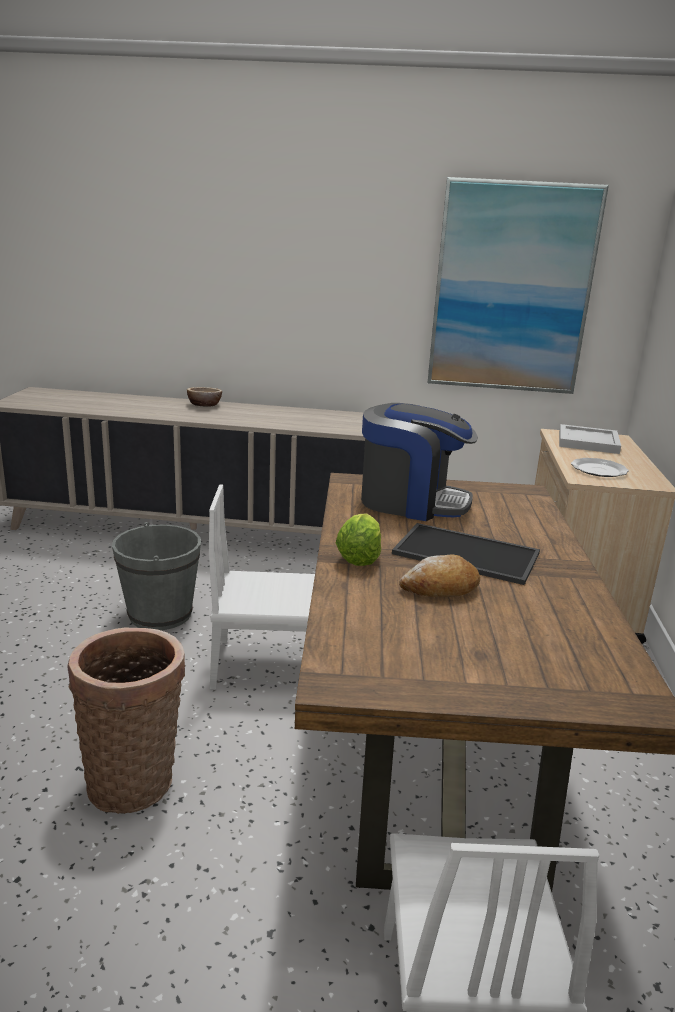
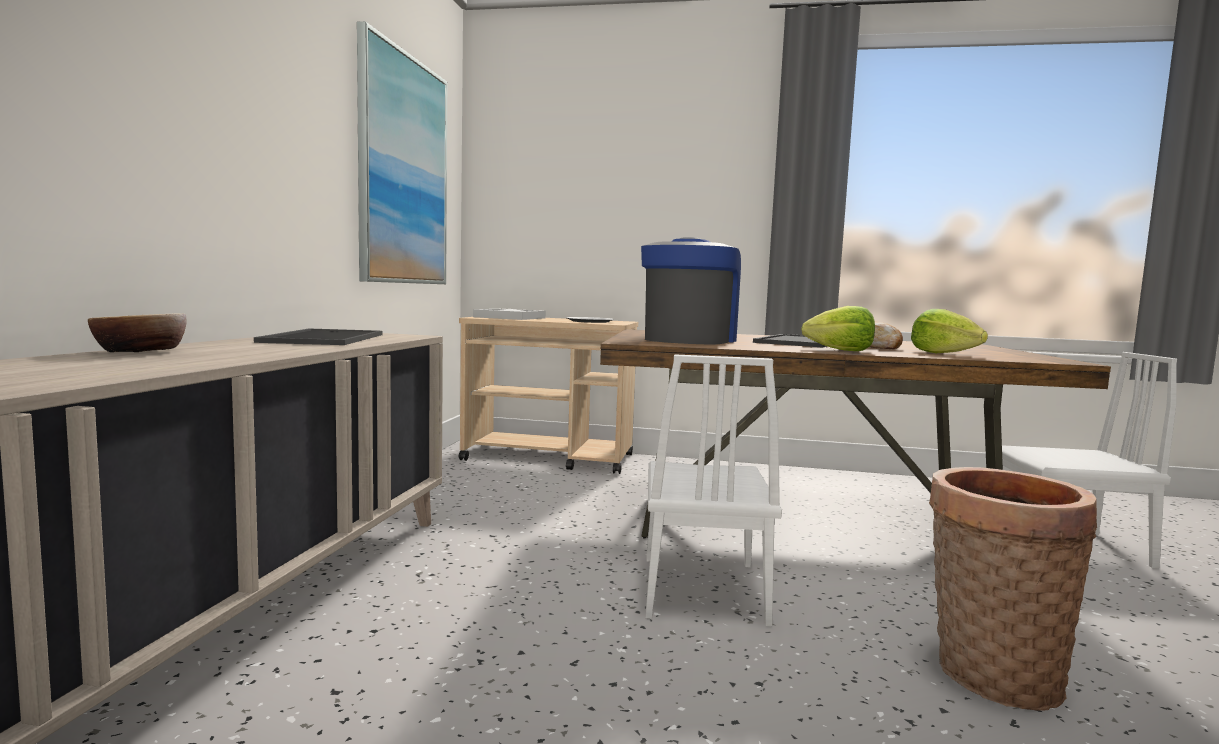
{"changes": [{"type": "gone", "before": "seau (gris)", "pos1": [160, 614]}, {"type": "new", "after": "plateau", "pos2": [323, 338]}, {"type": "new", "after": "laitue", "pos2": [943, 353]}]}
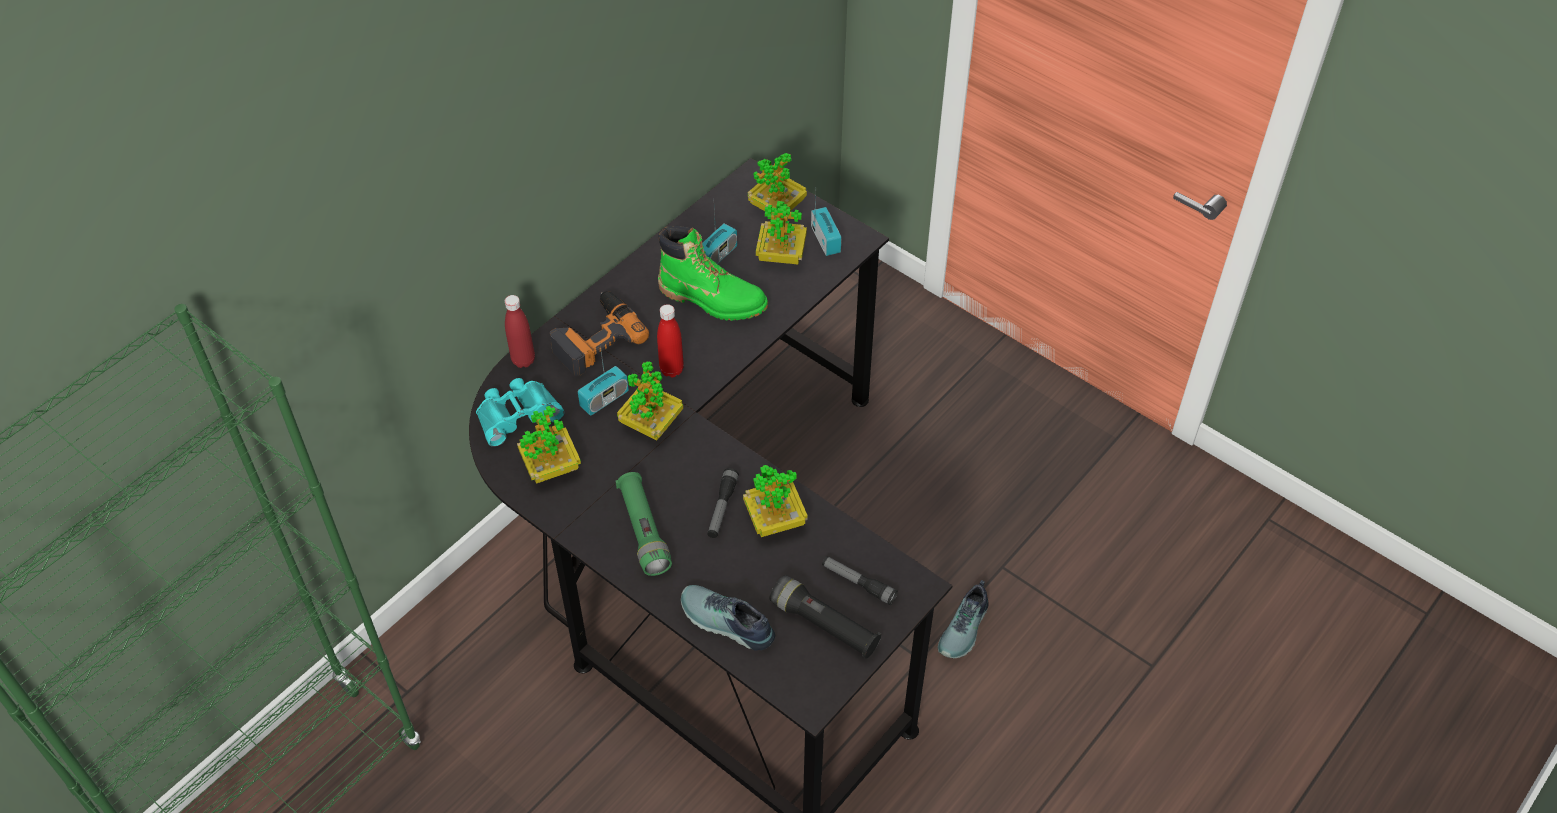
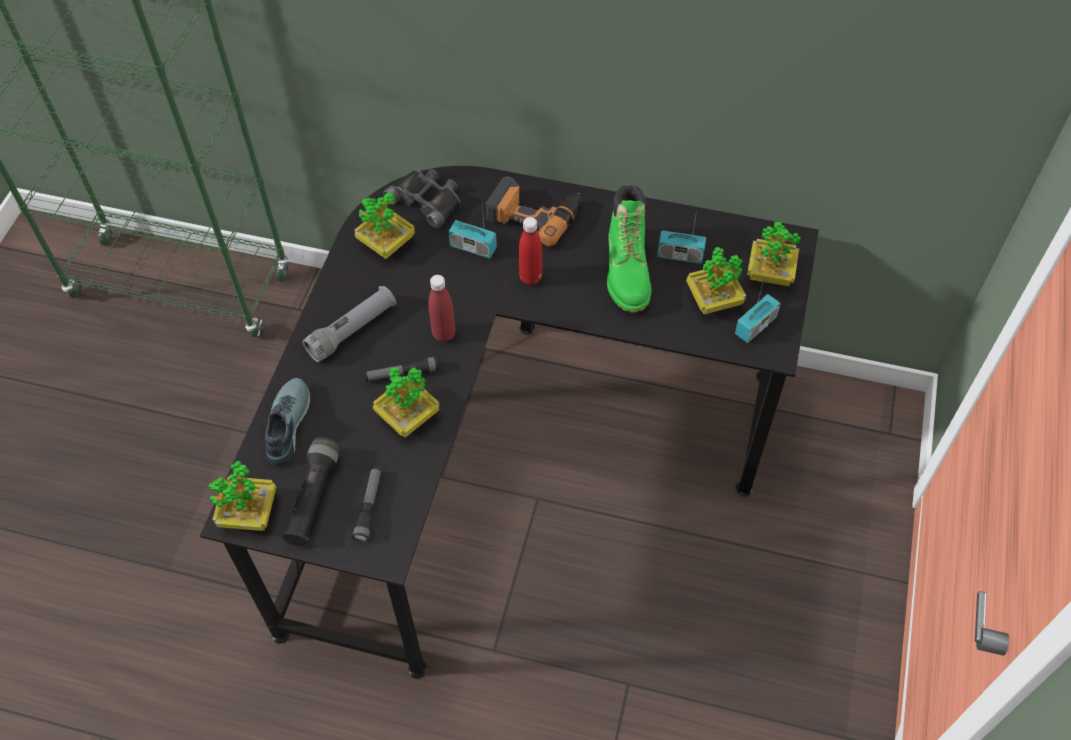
{"changes": [{"type": "repainted", "before": "jumelles (turquoise)", "after": "jumelles (noir)", "pos1": [516, 414], "pos2": [427, 200]}, {"type": "shifted", "before": "bouteille (rouge)", "pos1": [523, 360], "pos2": [444, 334]}, {"type": "repainted", "before": "lampe de poche (vert)", "after": "lampe de poche (gris)", "pos1": [644, 531], "pos2": [352, 331]}, {"type": "shifted", "before": "plante en pot", "pos1": [651, 423], "pos2": [249, 513]}, {"type": "gone", "before": "chaussure", "pos1": [965, 628]}]}
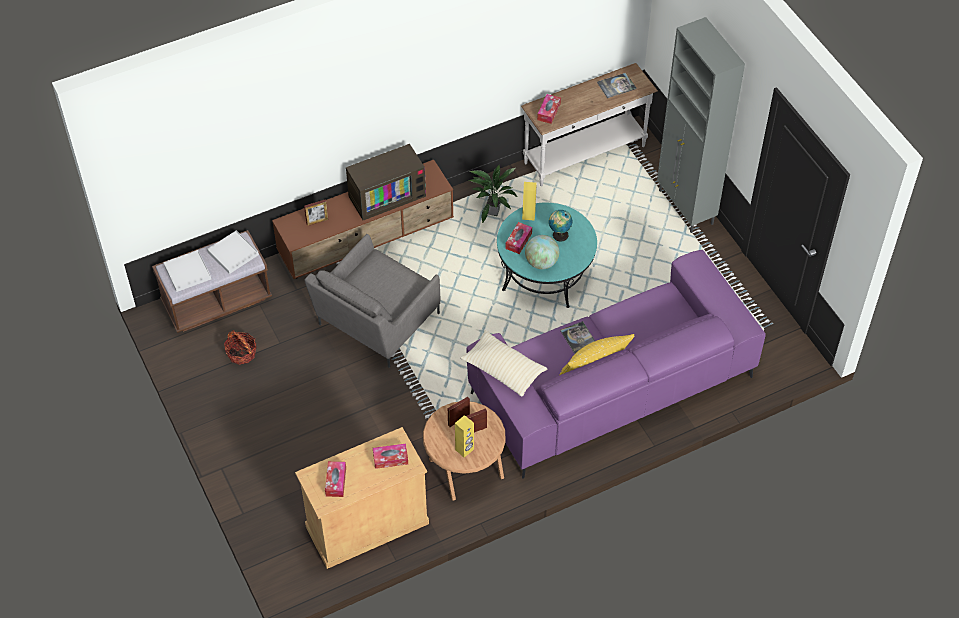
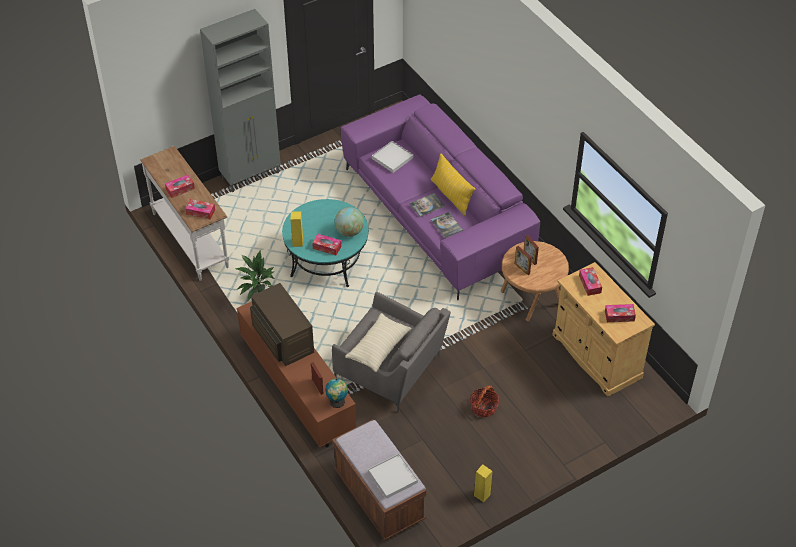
{"changes": [{"type": "shifted", "before": "plateau (blanc)", "pos1": [233, 253], "pos2": [392, 158]}, {"type": "shifted", "before": "panier", "pos1": [241, 353], "pos2": [483, 407]}, {"type": "shifted", "before": "enceinte (jaune)", "pos1": [464, 449], "pos2": [482, 495]}, {"type": "shifted", "before": "coussin (beige)", "pos1": [503, 369], "pos2": [378, 348]}, {"type": "shifted", "before": "globe", "pos1": [559, 235], "pos2": [337, 402]}, {"type": "shifted", "before": "livre", "pos1": [616, 86], "pos2": [446, 225]}, {"type": "new", "after": "boîte à mouchoirs", "pos2": [180, 189]}]}
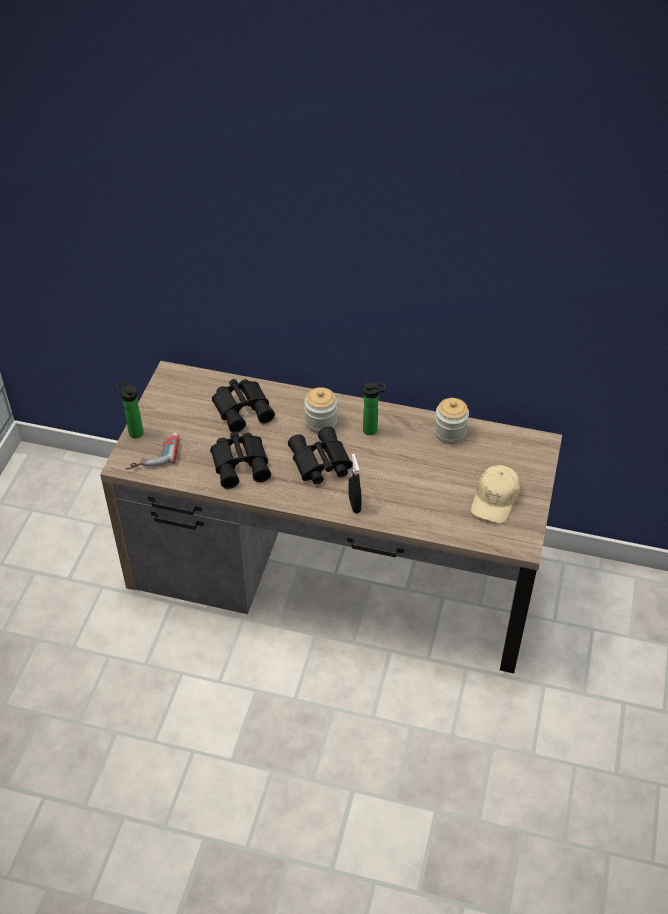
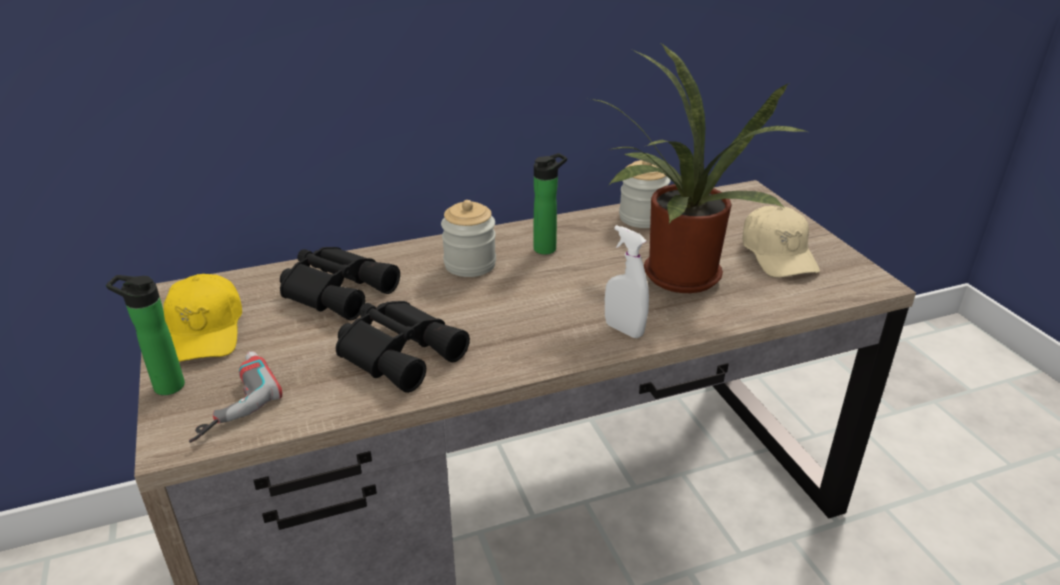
{"changes": [{"type": "gone", "before": "jumelles (noir)", "pos1": [319, 463]}, {"type": "repainted", "before": "vaporisateur (noir)", "after": "vaporisateur (blanc)", "pos1": [354, 504], "pos2": [624, 330]}, {"type": "new", "after": "casquette (jaune)", "pos2": [205, 331]}, {"type": "new", "after": "plante en pot", "pos2": [675, 279]}]}
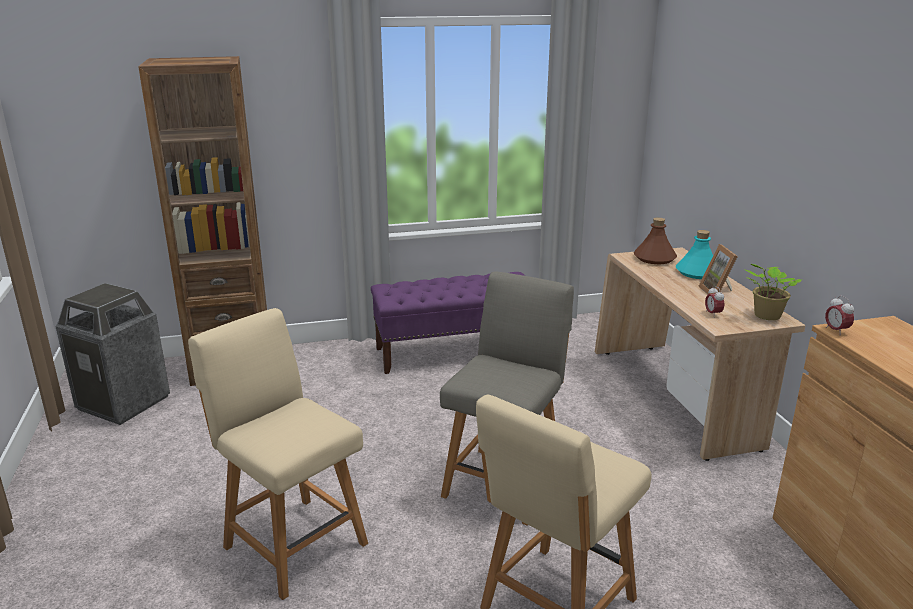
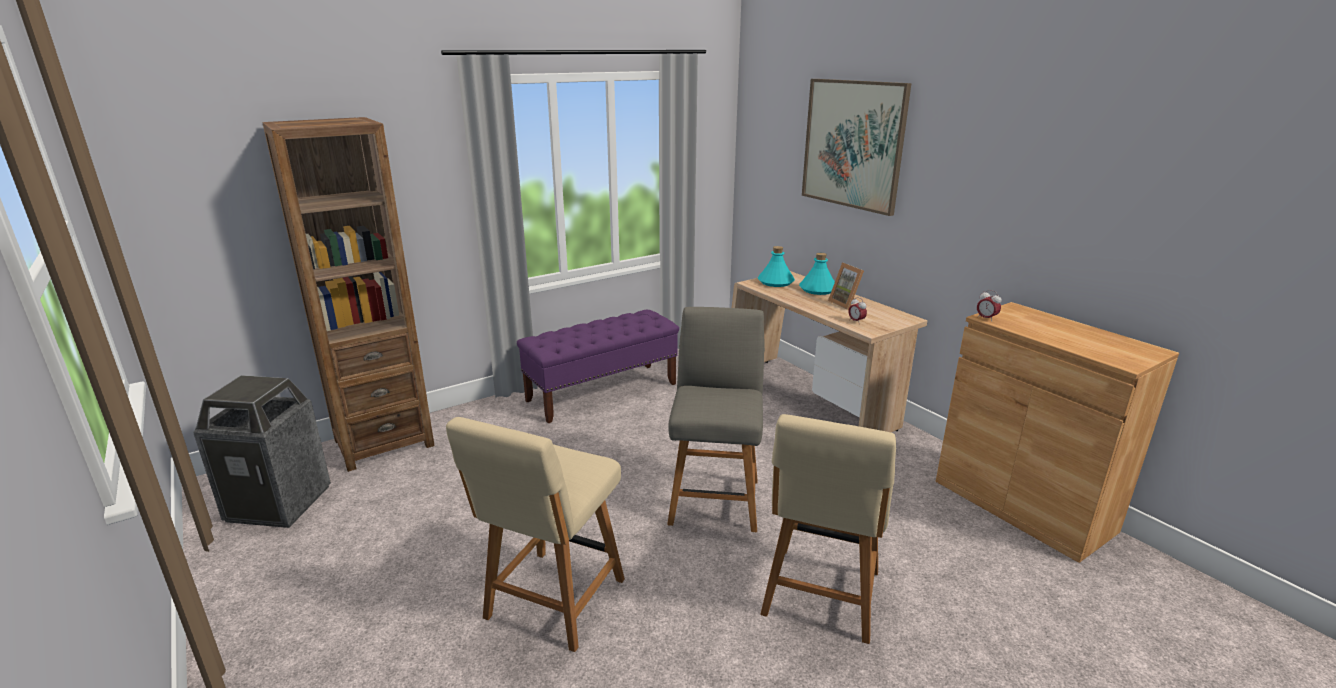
{"changes": [{"type": "rotated", "before": "chaise (beige)", "pos1": [292, 542], "pos2": [553, 602], "turn": -90}, {"type": "repainted", "before": "bouteille (marron)", "after": "bouteille (turquoise)", "pos1": [654, 258], "pos2": [775, 282]}, {"type": "gone", "before": "plante en pot", "pos1": [765, 316]}, {"type": "new", "after": "tableau", "pos2": [853, 144]}]}
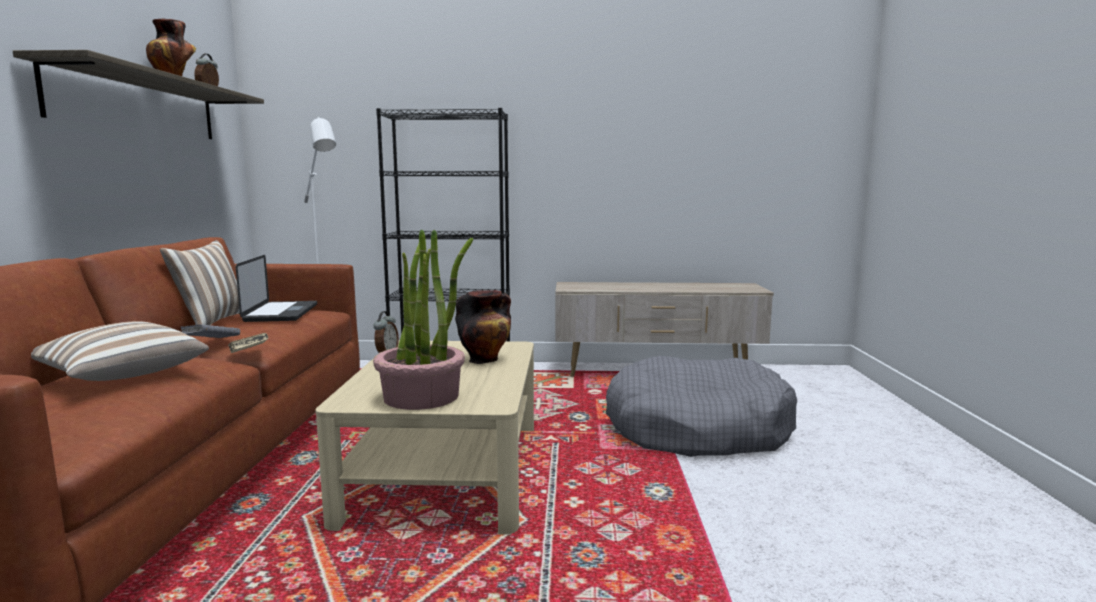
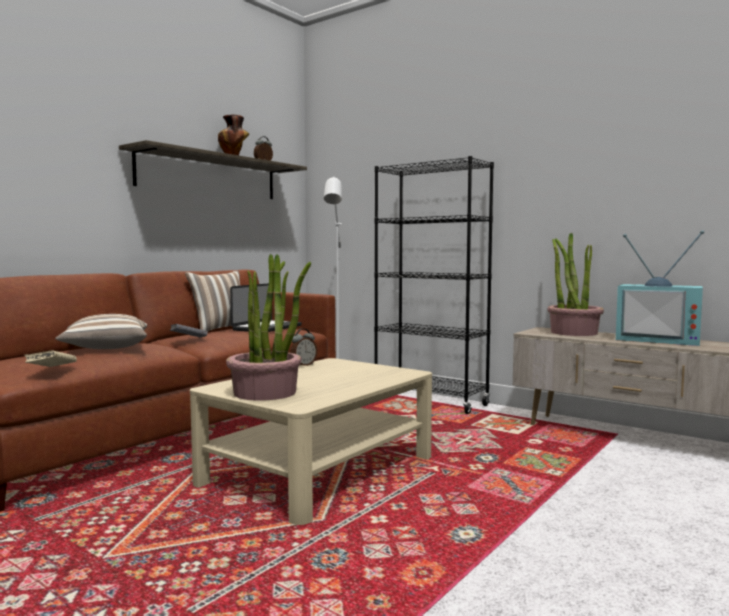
{"changes": [{"type": "shifted", "before": "livre (beige)", "pos1": [249, 355], "pos2": [51, 370]}, {"type": "gone", "before": "vase", "pos1": [485, 359]}, {"type": "gone", "before": "panier pour chien (gris)", "pos1": [697, 429]}, {"type": "new", "after": "plante en pot", "pos2": [573, 332]}, {"type": "new", "after": "téléviseur", "pos2": [659, 340]}]}
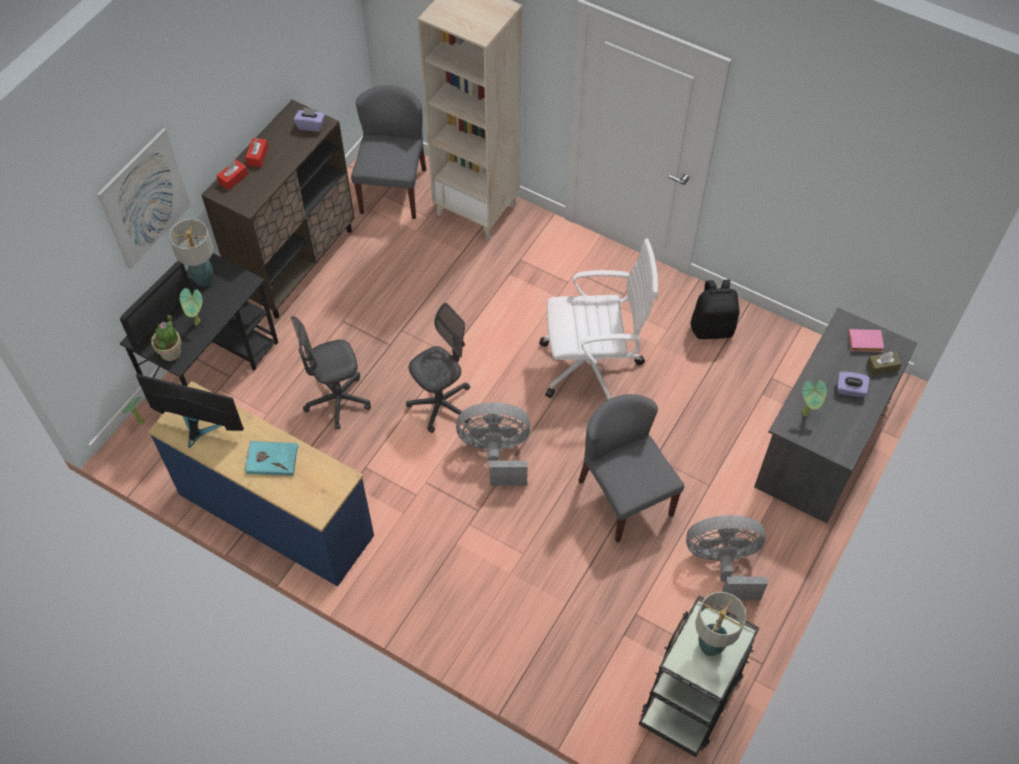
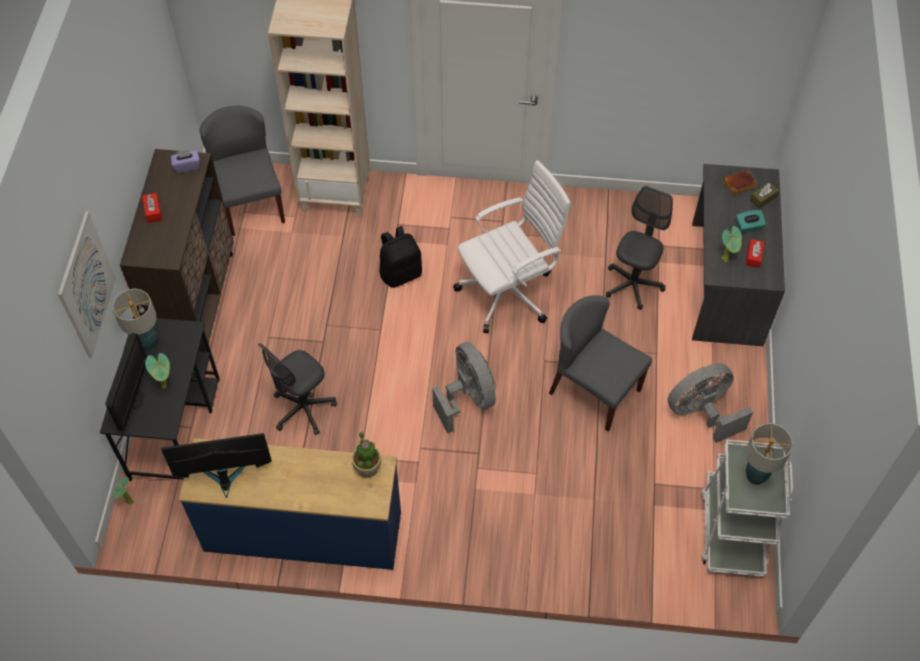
{"changes": [{"type": "shifted", "before": "plante en pot", "pos1": [171, 352], "pos2": [367, 467]}, {"type": "shifted", "before": "boîte à mouchoirs (rouge)", "pos1": [233, 178], "pos2": [753, 256]}, {"type": "gone", "before": "livre (turquoise)", "pos1": [272, 459]}, {"type": "shifted", "before": "chaise de bureau (gris)", "pos1": [441, 405], "pos2": [633, 285]}, {"type": "rotated", "before": "ventilateur (gris)", "pos1": [496, 453], "pos2": [467, 398], "turn": 90}, {"type": "repainted", "before": "chariot (noir)", "after": "chariot (blanc)", "pos1": [691, 695], "pos2": [733, 529]}, {"type": "shifted", "before": "sac à dos (noir)", "pos1": [712, 327], "pos2": [401, 273]}, {"type": "repainted", "before": "boîte à mouchoirs (violet)", "after": "boîte à mouchoirs (turquoise)", "pos1": [850, 390], "pos2": [749, 227]}, {"type": "repainted", "before": "livre (rose)", "after": "livre (marron)", "pos1": [864, 343], "pos2": [739, 185]}]}
